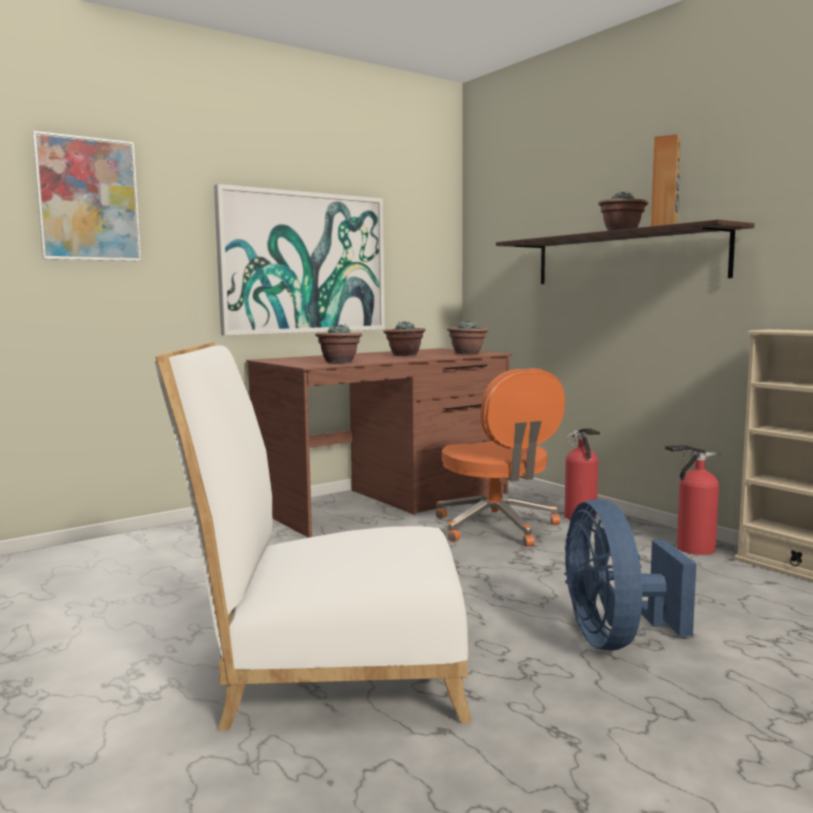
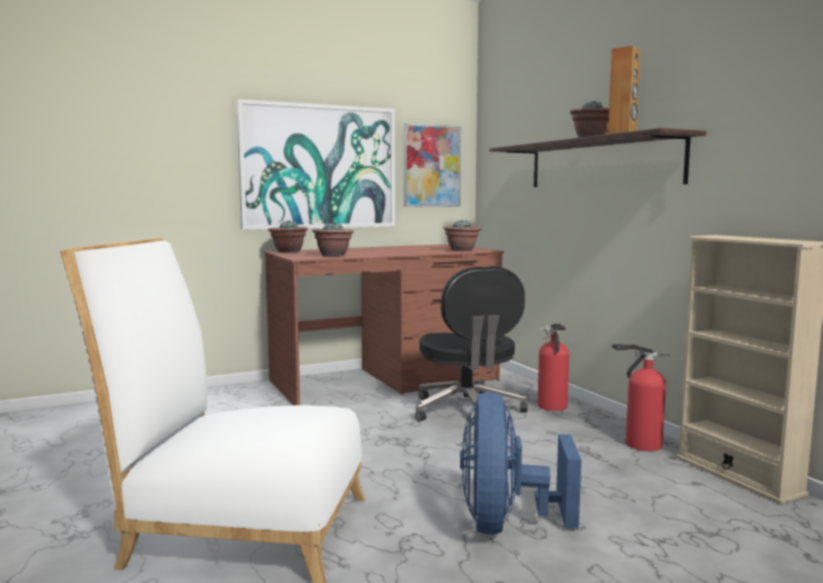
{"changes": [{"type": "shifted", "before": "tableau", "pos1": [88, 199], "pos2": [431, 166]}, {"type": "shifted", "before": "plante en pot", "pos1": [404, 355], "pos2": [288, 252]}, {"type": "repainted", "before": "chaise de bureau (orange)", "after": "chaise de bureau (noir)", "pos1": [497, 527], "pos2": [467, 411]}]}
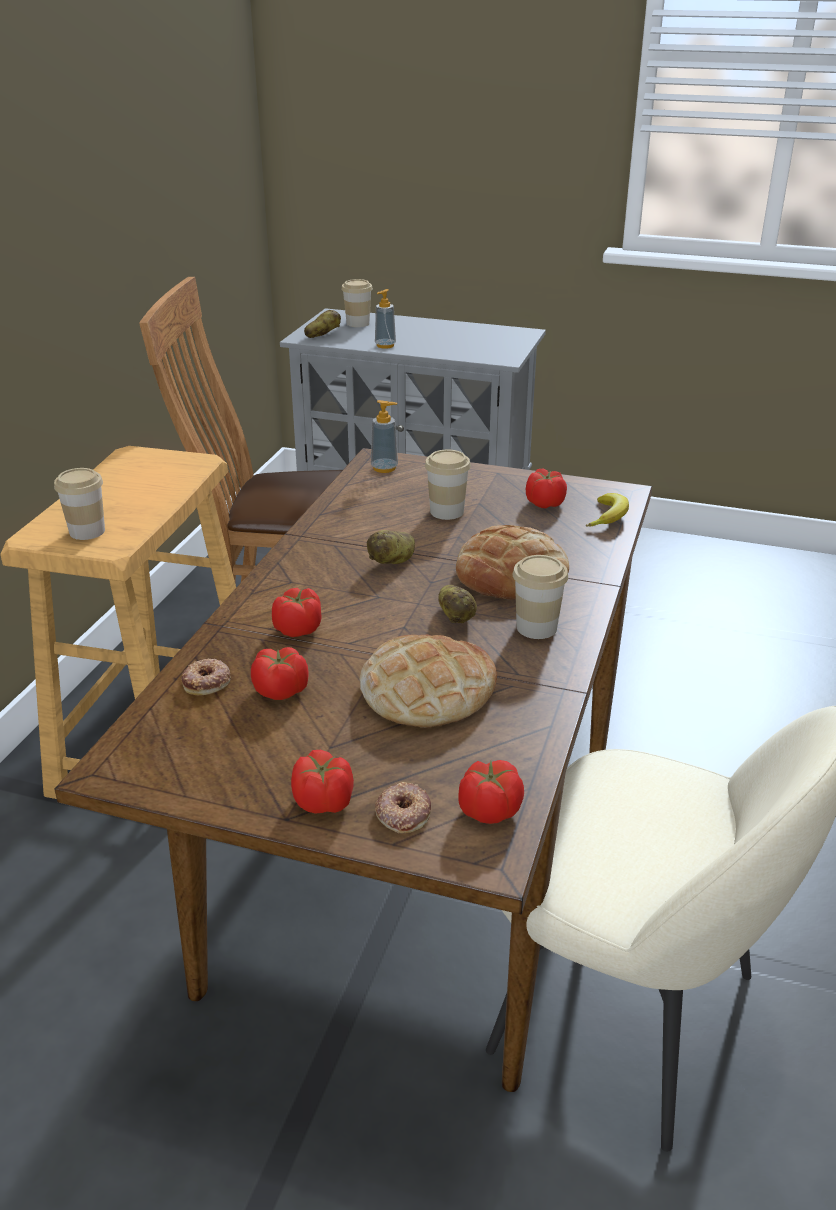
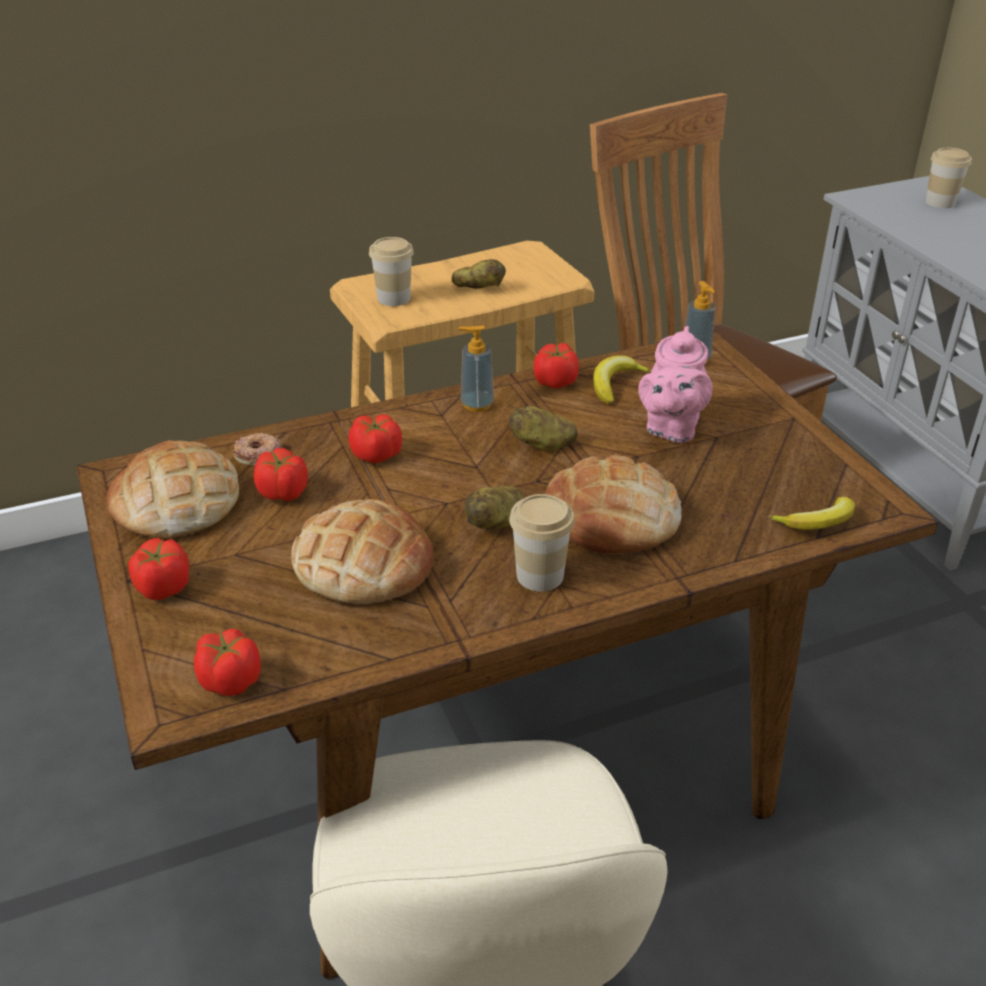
{"changes": [{"type": "shifted", "before": "pomme de terre", "pos1": [322, 335], "pos2": [479, 288]}, {"type": "shifted", "before": "distributeur de savon", "pos1": [385, 345], "pos2": [477, 404]}, {"type": "gone", "before": "beignet", "pos1": [403, 813]}, {"type": "swapped", "before": "tasse", "after": "théière (rose)", "pos1": [447, 512], "pos2": [671, 428]}, {"type": "shifted", "before": "tomate", "pos1": [545, 503], "pos2": [555, 381]}, {"type": "new", "after": "pain", "pos2": [176, 502]}, {"type": "new", "after": "banane", "pos2": [615, 385]}]}
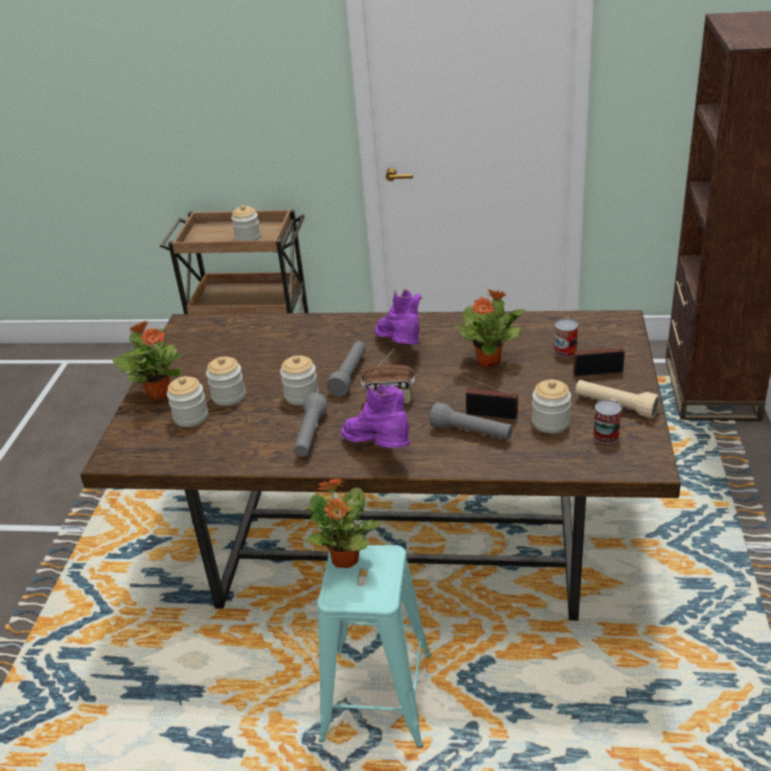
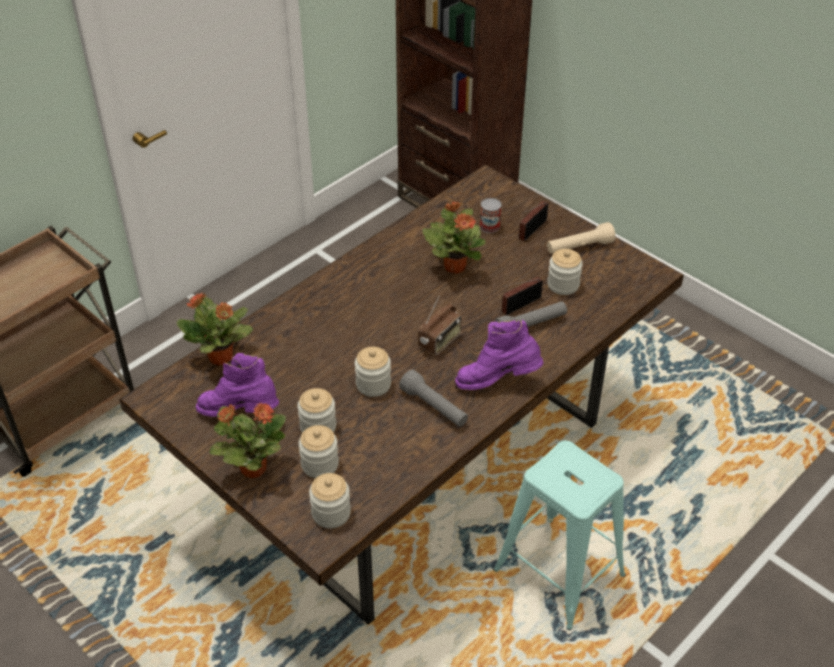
{"changes": [{"type": "shifted", "before": "bocal", "pos1": [248, 238], "pos2": [331, 513]}, {"type": "shifted", "before": "plante en pot", "pos1": [345, 560], "pos2": [221, 358]}, {"type": "gone", "before": "lampe de poche (gris)", "pos1": [349, 375]}, {"type": "shifted", "before": "botte (violet)", "pos1": [401, 348], "pos2": [240, 414]}, {"type": "gone", "before": "boîte métallique", "pos1": [606, 435]}]}
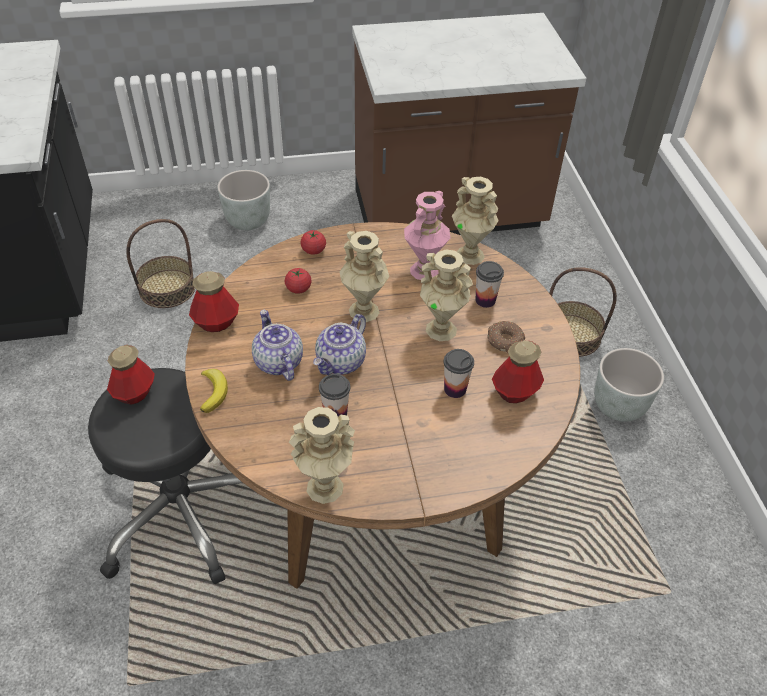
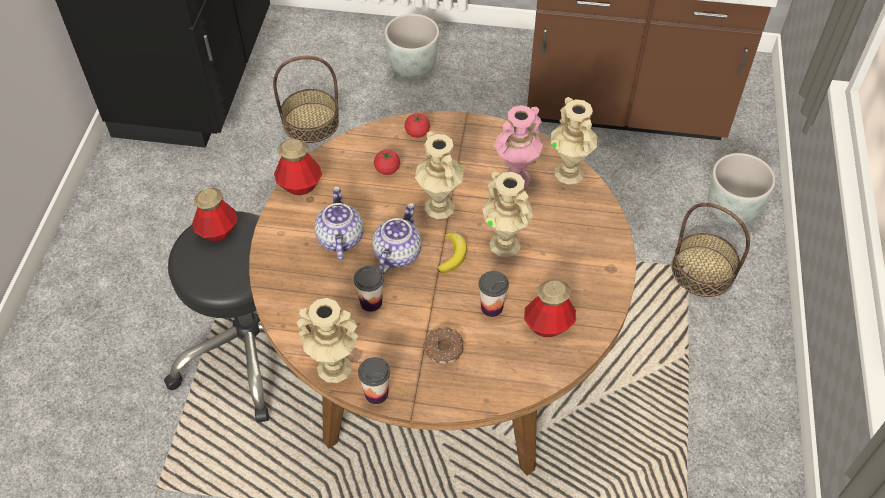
{"changes": [{"type": "shifted", "before": "banane", "pos1": [213, 392], "pos2": [452, 255]}, {"type": "rotated", "before": "théière", "pos1": [341, 362], "pos2": [397, 253], "turn": 150}, {"type": "shifted", "before": "tasse", "pos1": [485, 300], "pos2": [376, 393]}, {"type": "shifted", "before": "beignet", "pos1": [504, 340], "pos2": [443, 349]}, {"type": "shifted", "before": "cache-pot (gris)", "pos1": [619, 407], "pos2": [732, 210]}]}
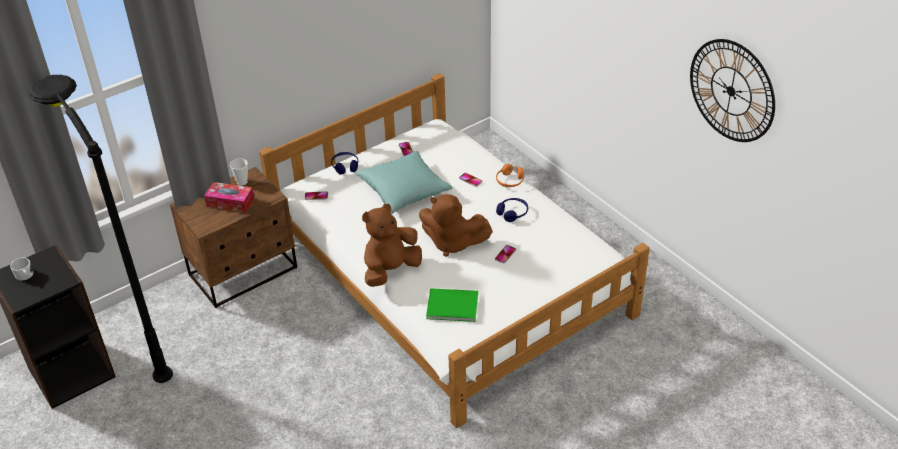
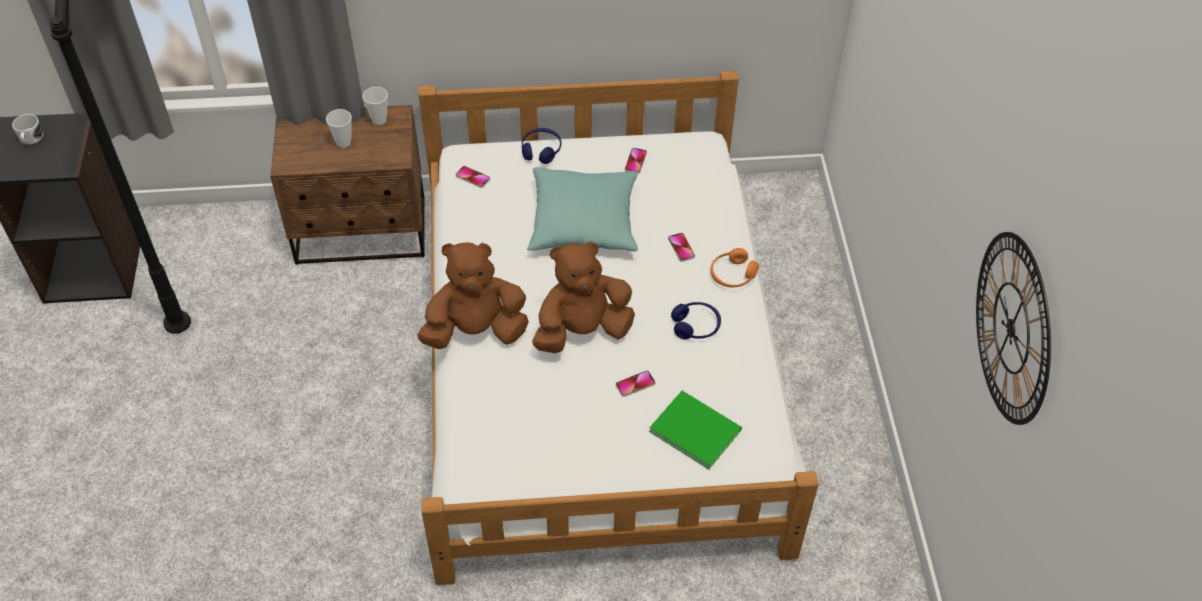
{"changes": [{"type": "swapped", "before": "boîte à mouchoirs", "after": "tasse", "pos1": [230, 202], "pos2": [343, 142]}, {"type": "rotated", "before": "peluche (marron)", "pos1": [452, 243], "pos2": [582, 331], "turn": 105}, {"type": "shifted", "before": "livre (vert)", "pos1": [451, 305], "pos2": [694, 428]}]}
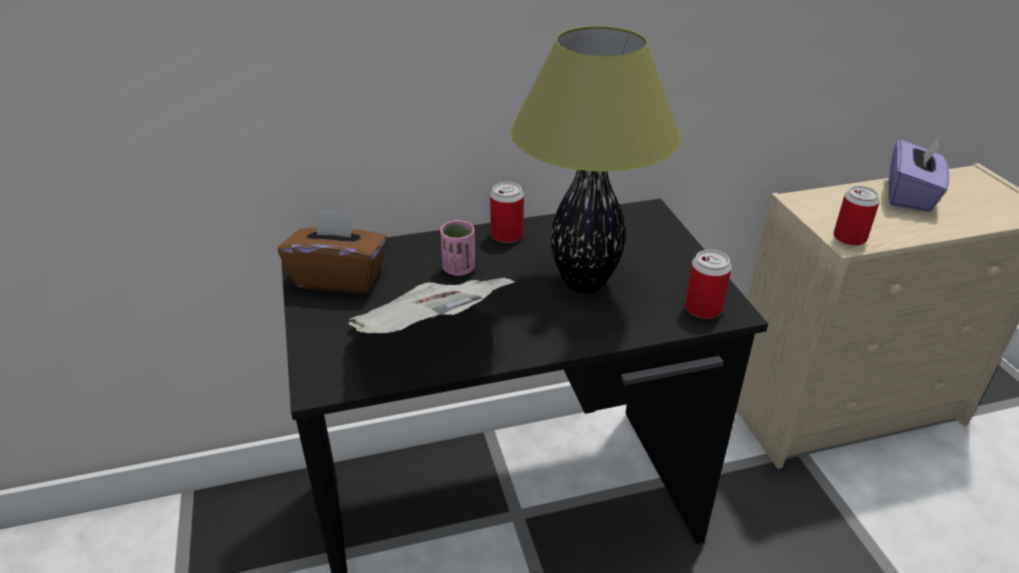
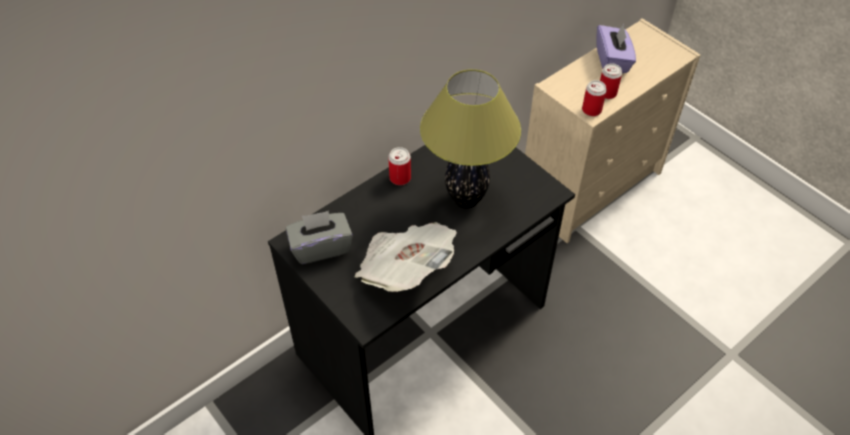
{"changes": [{"type": "repainted", "before": "boîte à mouchoirs (marron)", "after": "boîte à mouchoirs (gris)", "pos1": [339, 277], "pos2": [321, 247]}, {"type": "gone", "before": "tasse (rose)", "pos1": [459, 269]}, {"type": "shifted", "before": "boîte métallique", "pos1": [703, 309], "pos2": [607, 93]}]}
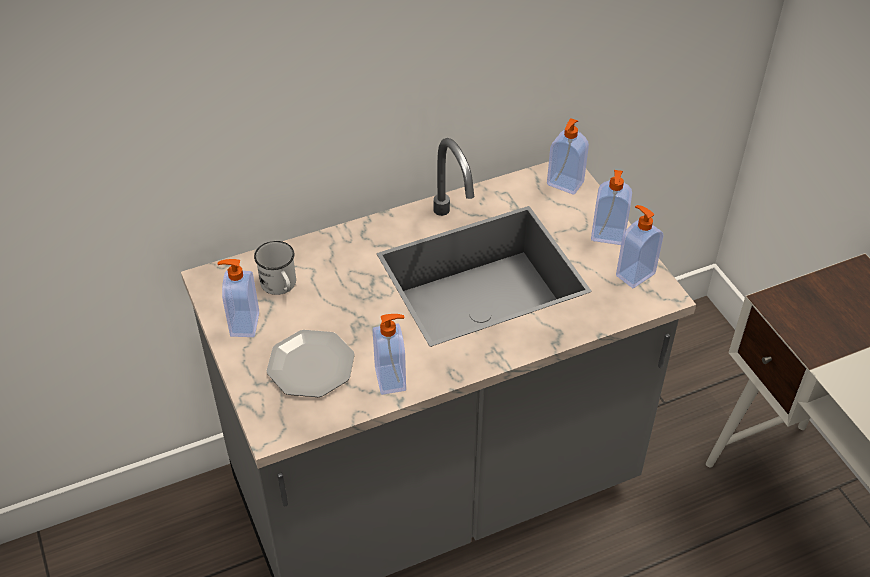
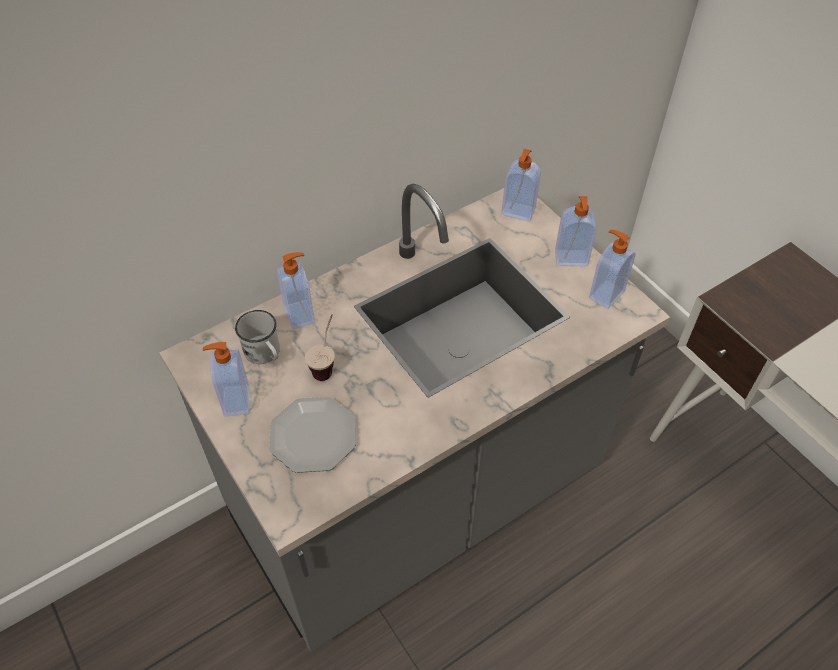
{"changes": [{"type": "shifted", "before": "distributeur de savon", "pos1": [391, 379], "pos2": [300, 314]}, {"type": "new", "after": "tasse", "pos2": [326, 364]}]}
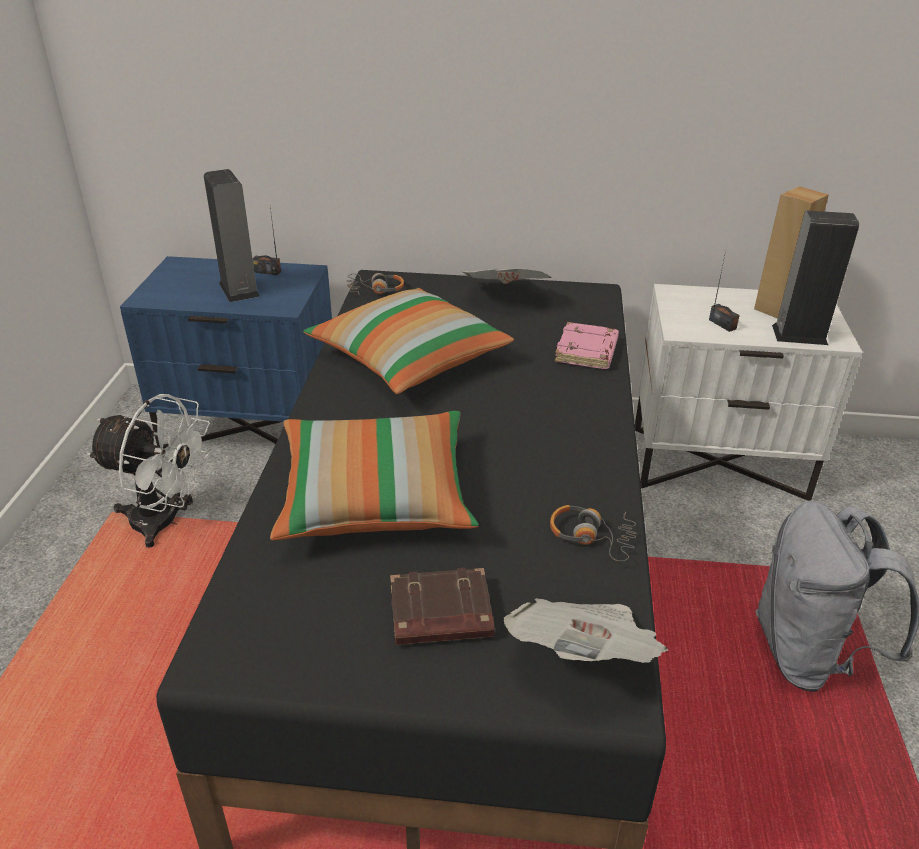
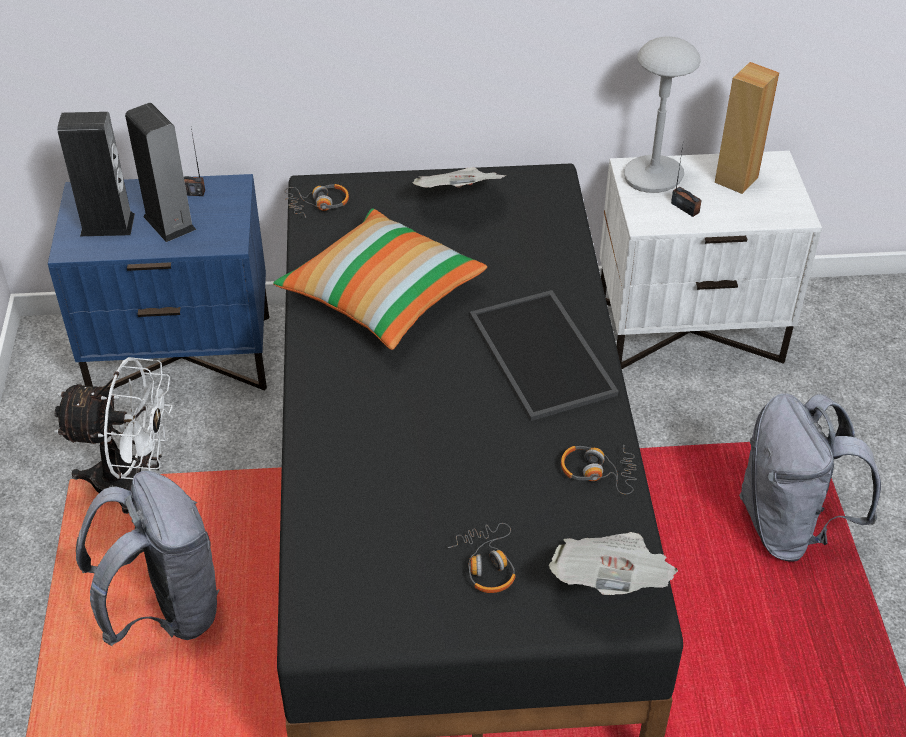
{"changes": [{"type": "gone", "before": "coussin", "pos1": [376, 496]}, {"type": "swapped", "before": "livre (marron)", "after": "casque audio", "pos1": [440, 614], "pos2": [487, 564]}, {"type": "gone", "before": "livre (rose)", "pos1": [587, 352]}, {"type": "shifted", "before": "enceinte", "pos1": [799, 335], "pos2": [107, 225]}, {"type": "new", "after": "sac à dos (gris)", "pos2": [165, 610]}, {"type": "new", "after": "plateau", "pos2": [544, 355]}, {"type": "new", "after": "lampe de table (gris)", "pos2": [653, 177]}]}
